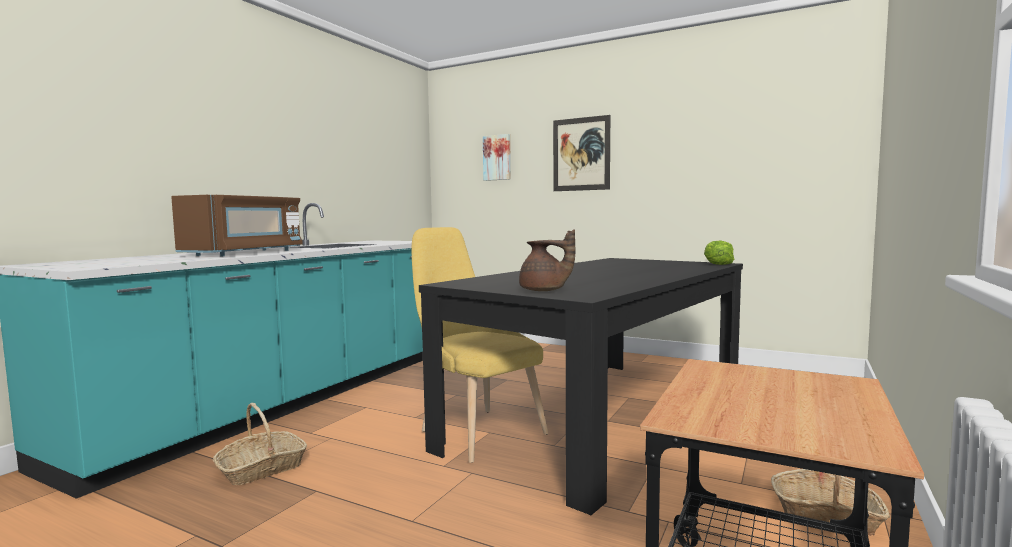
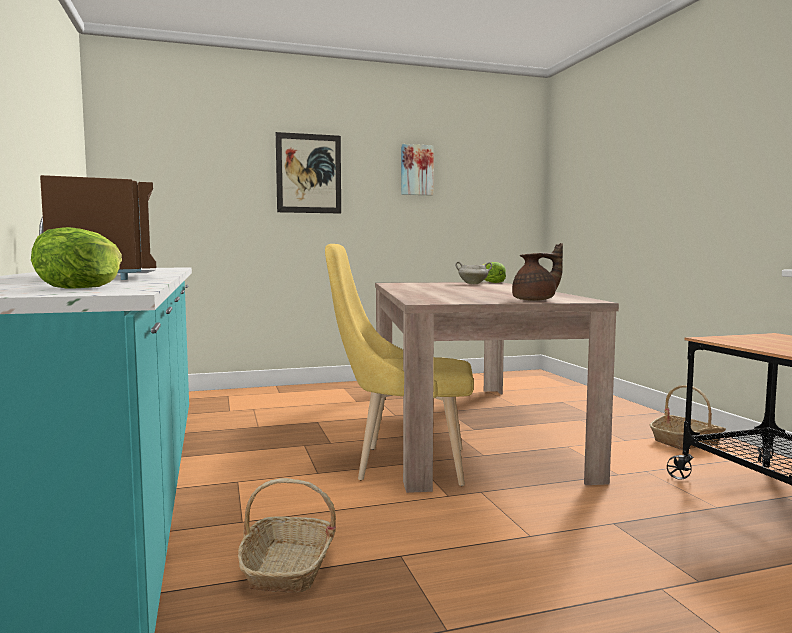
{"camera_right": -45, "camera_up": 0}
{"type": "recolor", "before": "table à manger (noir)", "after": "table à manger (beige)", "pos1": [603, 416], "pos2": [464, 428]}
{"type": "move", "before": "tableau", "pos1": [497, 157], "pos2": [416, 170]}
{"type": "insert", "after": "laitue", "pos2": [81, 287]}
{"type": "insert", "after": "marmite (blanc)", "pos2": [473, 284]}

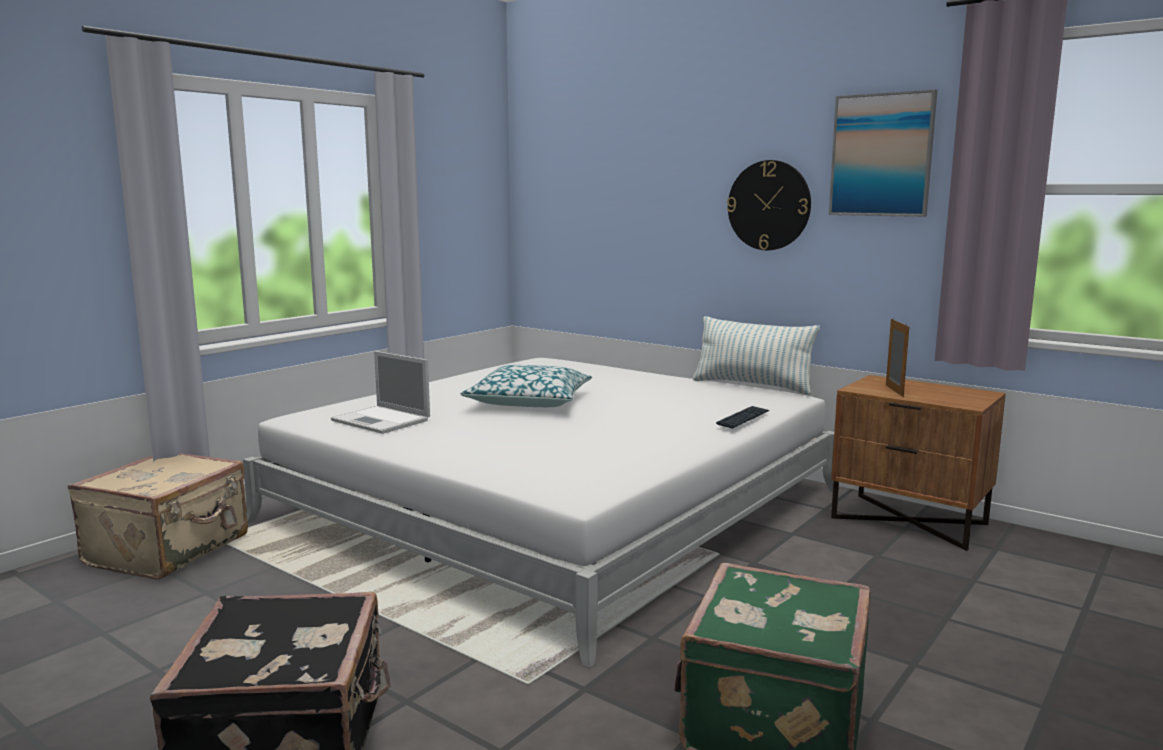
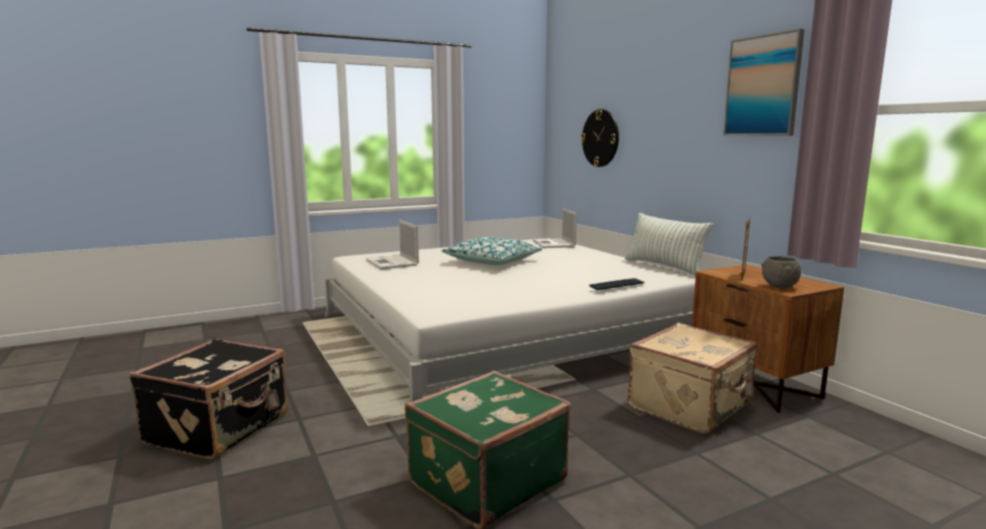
{"camera_right": 25, "camera_up": 0}
{"type": "move", "before": "valise (beige)", "pos1": [170, 550], "pos2": [691, 407]}
{"type": "move", "before": "horloge murale", "pos1": [769, 205], "pos2": [600, 138]}
{"type": "insert", "after": "ordinateur portable", "pos2": [554, 244]}
{"type": "insert", "after": "bol (gris)", "pos2": [778, 286]}

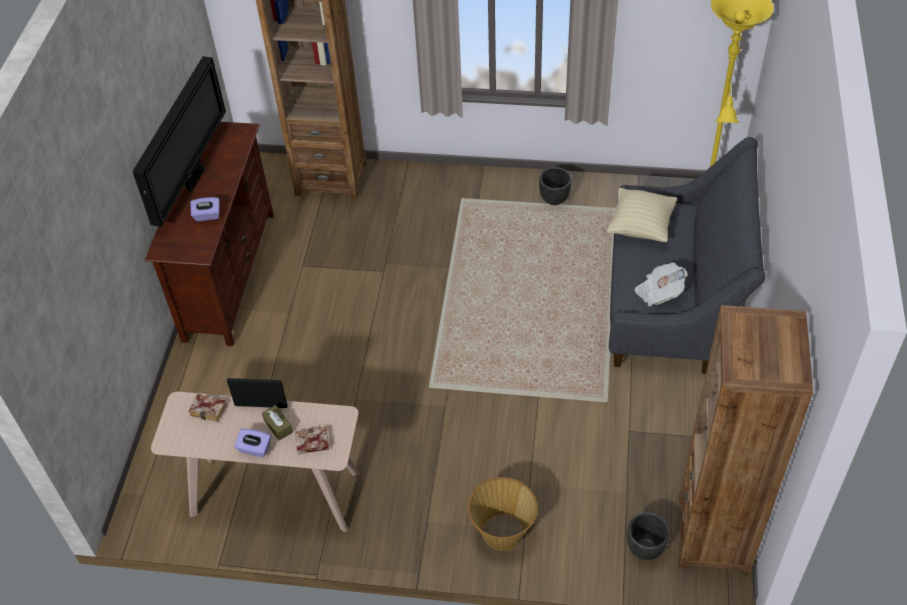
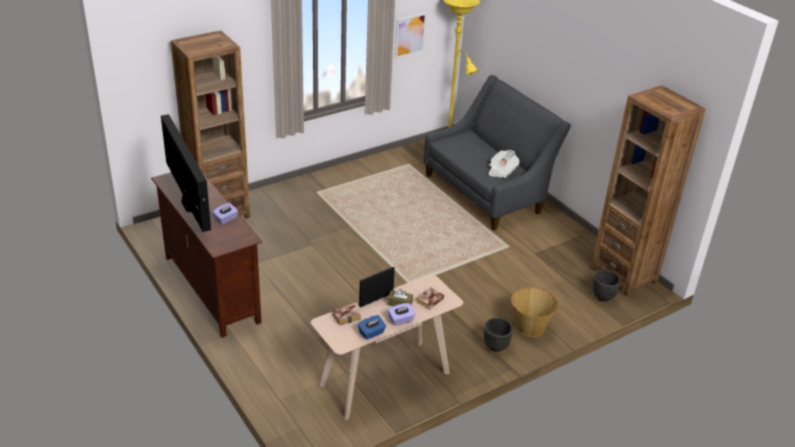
{"camera_right": -45, "camera_up": -15}
{"type": "move", "before": "cache-pot (noir)", "pos1": [554, 199], "pos2": [496, 346]}
{"type": "delete", "before": "coussin (beige)", "pos1": [640, 226]}
{"type": "insert", "after": "boîte à mouchoirs (bleu)", "pos2": [371, 333]}
{"type": "insert", "after": "tableau", "pos2": [410, 35]}

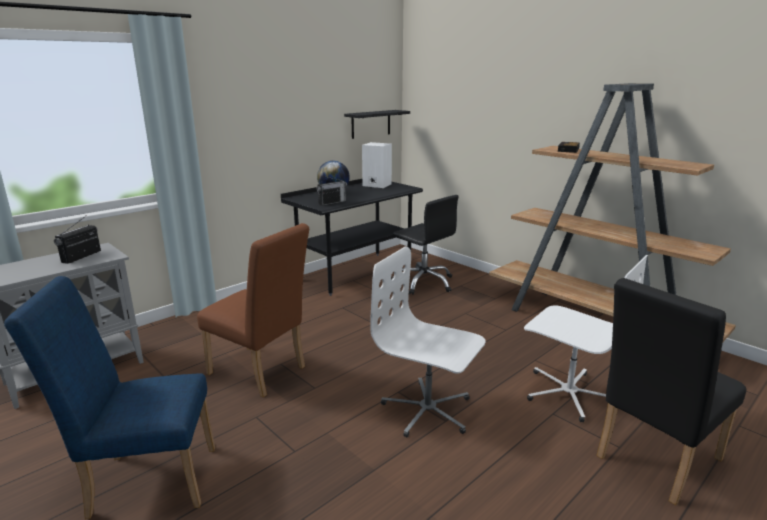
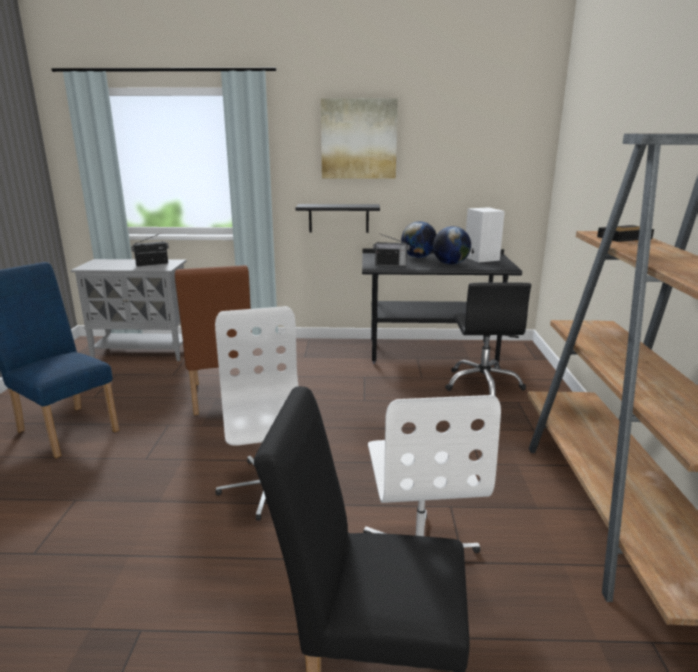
{"camera_right": 45, "camera_up": 0}
{"type": "move", "before": "étagère (noir)", "pos1": [371, 124], "pos2": [338, 218]}
{"type": "insert", "after": "tableau", "pos2": [358, 139]}
{"type": "insert", "after": "globe", "pos2": [450, 264]}

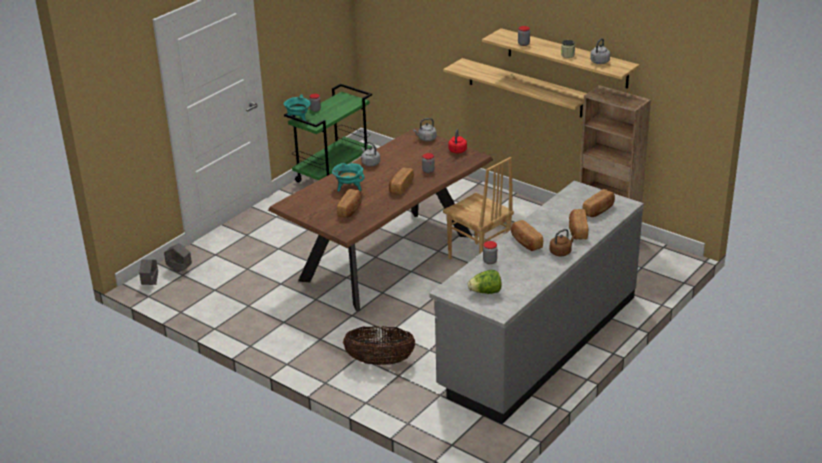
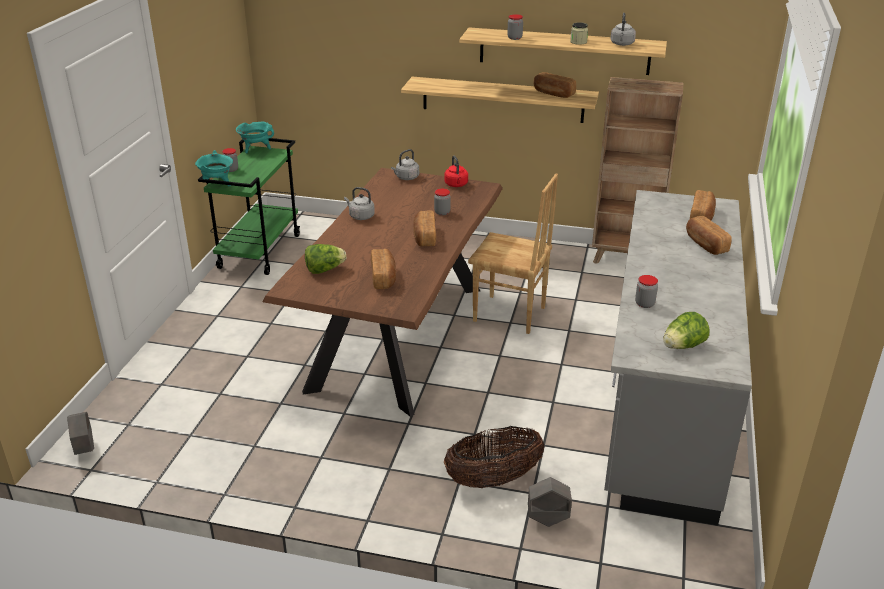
{"camera_right": -25, "camera_up": 0}
{"type": "move", "before": "cache-pot (gris)", "pos1": [179, 270], "pos2": [547, 520]}
{"type": "move", "before": "marmite (turquoise)", "pos1": [349, 188], "pos2": [256, 149]}
{"type": "move", "before": "pain", "pos1": [525, 242], "pos2": [553, 93]}
{"type": "delete", "before": "bouilloire (marron)", "pos1": [561, 252]}
{"type": "insert", "after": "laitue", "pos2": [324, 270]}

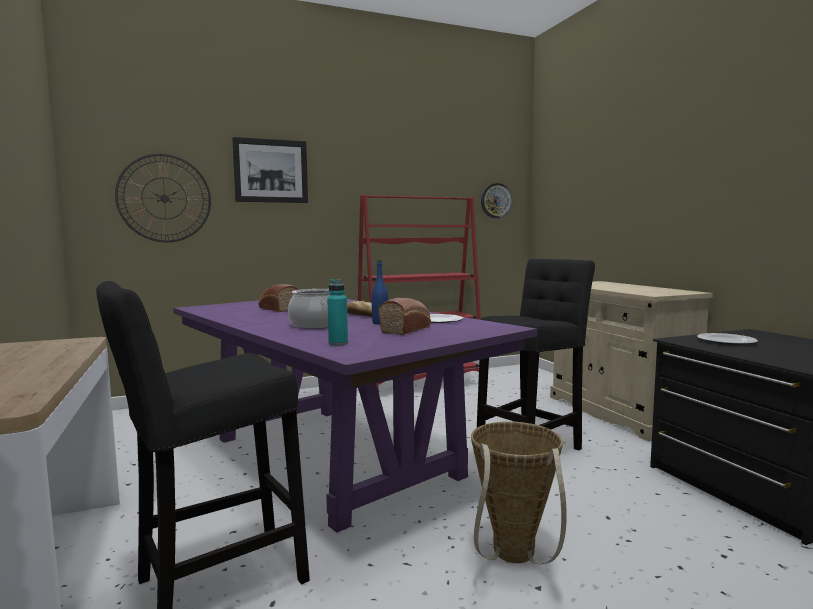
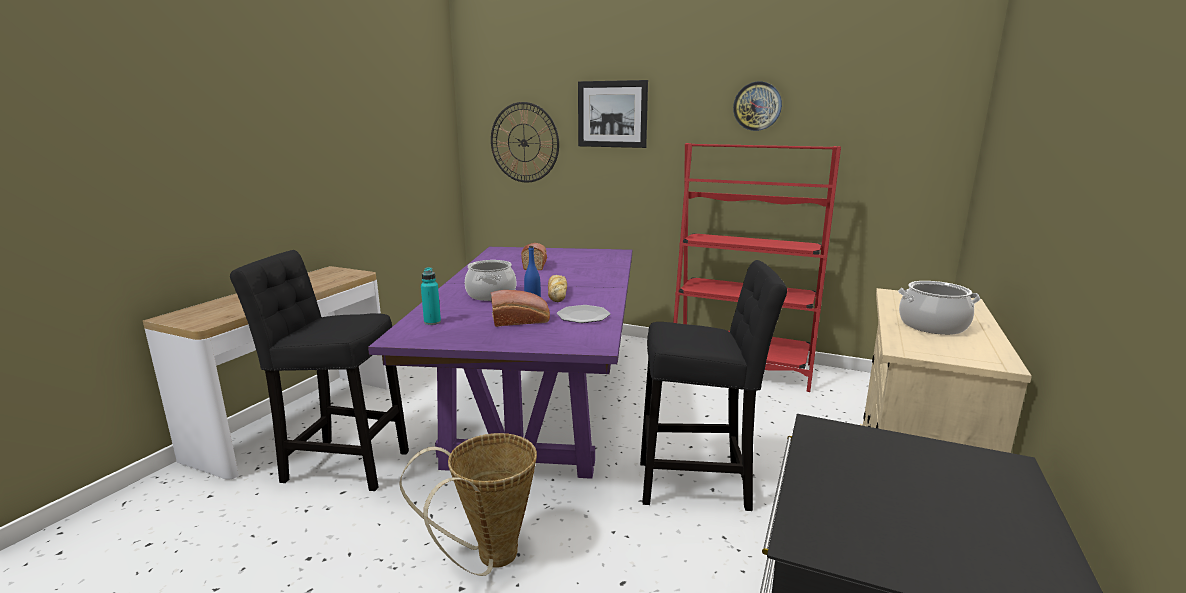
{"camera_right": 45, "camera_up": 10}
{"type": "move", "before": "horloge murale", "pos1": [496, 200], "pos2": [757, 106]}
{"type": "delete", "before": "assiette", "pos1": [725, 341]}
{"type": "insert", "after": "marmite", "pos2": [932, 325]}

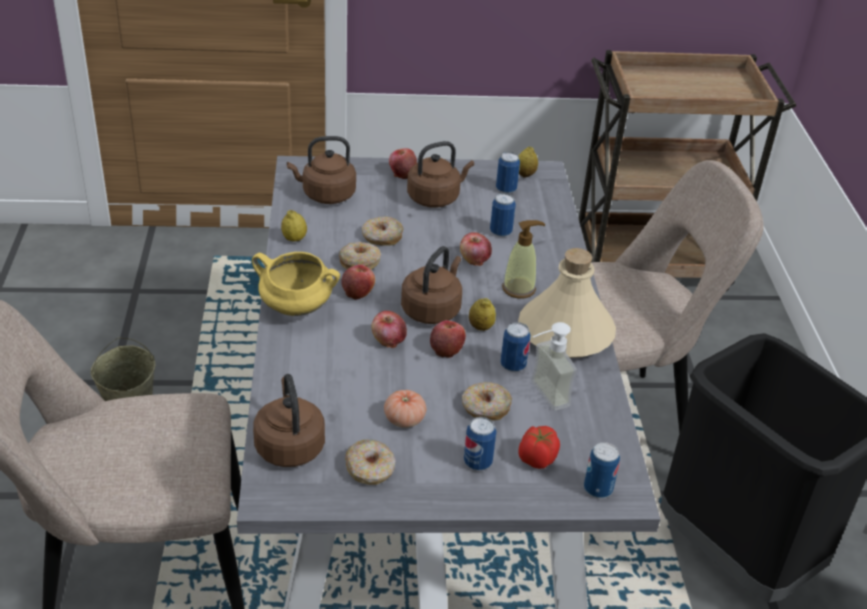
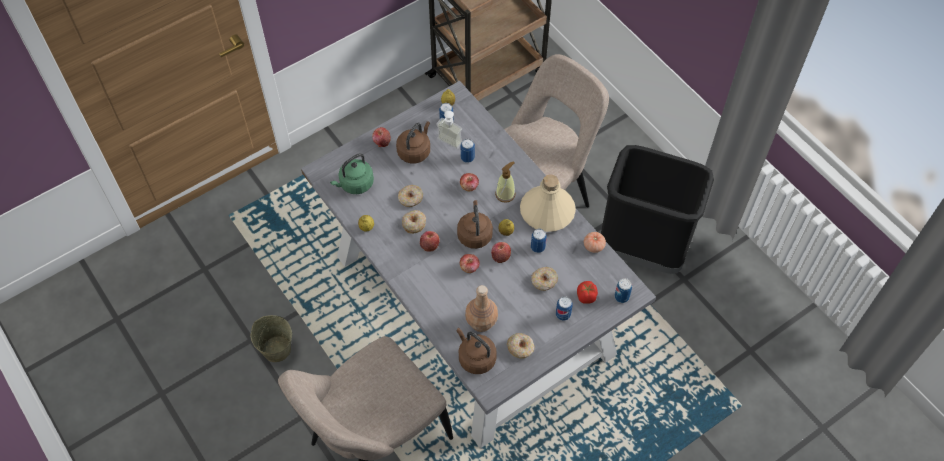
{"camera_right": -30, "camera_up": 20}
{"type": "delete", "before": "marmite (jaune)", "pos1": [295, 308]}
{"type": "recolor", "before": "bouilloire (marron)", "after": "bouilloire (vert)", "pos1": [325, 195], "pos2": [355, 184]}
{"type": "move", "before": "tomate", "pos1": [404, 419], "pos2": [593, 246]}
{"type": "move", "before": "distributeur de savon", "pos1": [541, 396], "pos2": [446, 144]}
{"type": "insert", "after": "bouteille (marron)", "pos2": [481, 321]}

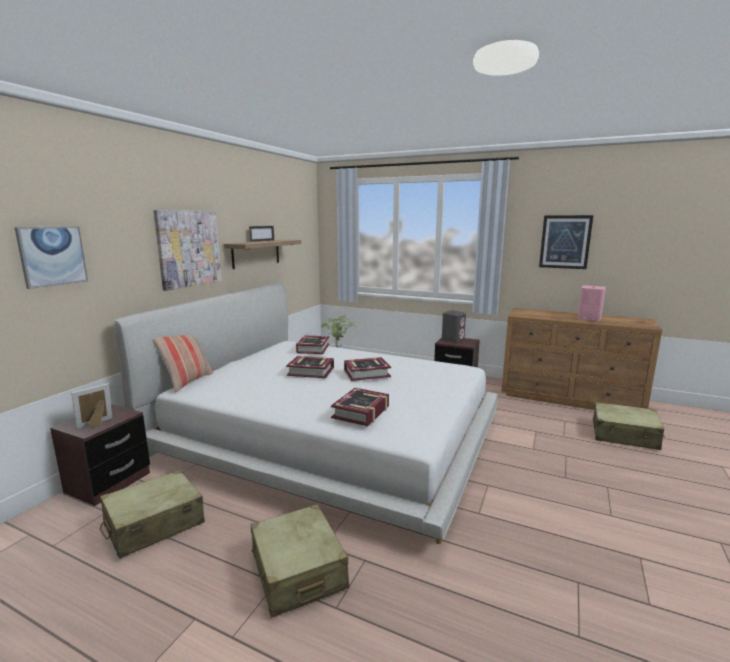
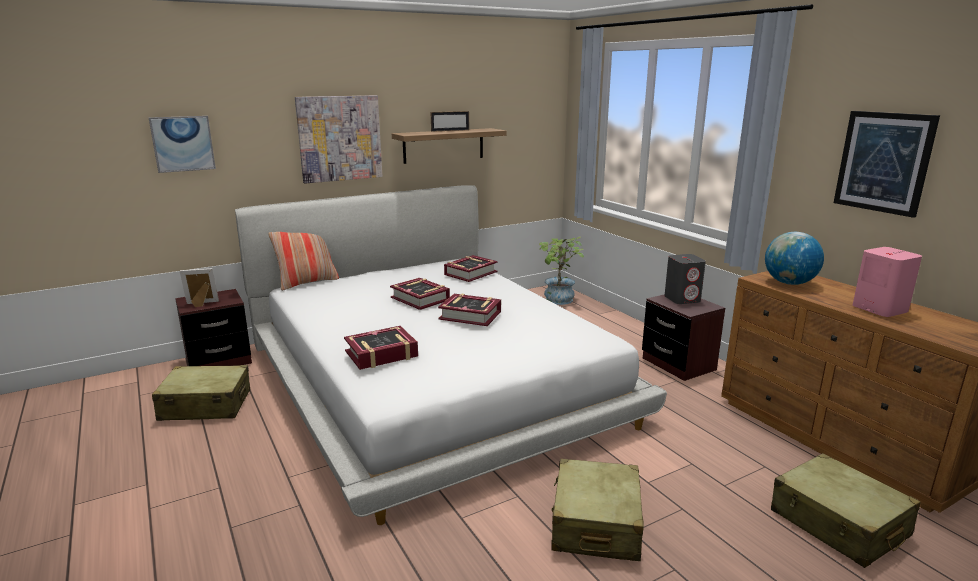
{"camera_right": 35, "camera_up": 5}
{"type": "move", "before": "valise (beige)", "pos1": [298, 571], "pos2": [595, 524]}
{"type": "insert", "after": "globe", "pos2": [789, 283]}

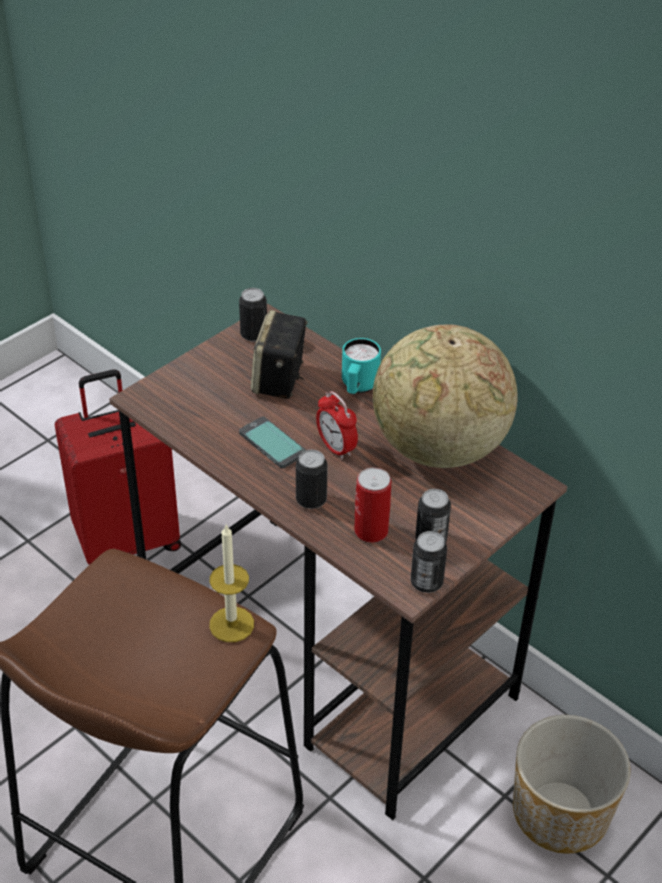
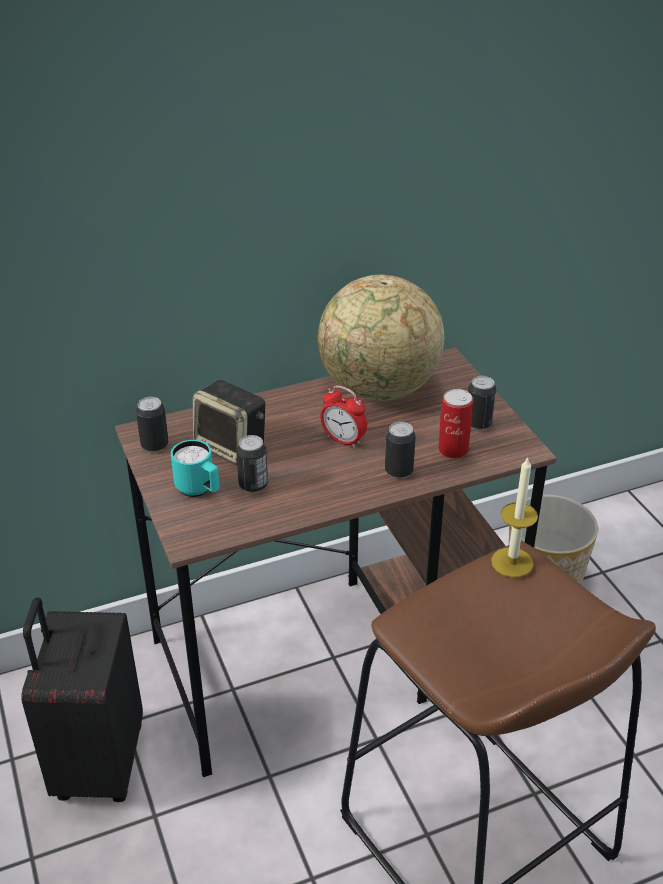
{"camera_right": -65, "camera_up": -5}
{"type": "recolor", "before": "valise (rouge)", "after": "valise (noir)", "pos1": [127, 539], "pos2": [97, 763]}
{"type": "delete", "before": "téléphone", "pos1": [272, 444]}
{"type": "rotate", "before": "réveil", "pos1": [336, 448], "pos2": [343, 440], "turn": 45}
{"type": "move", "before": "mug (turquoise)", "pos1": [358, 388], "pos2": [199, 490]}
{"type": "move", "before": "boîte métallique", "pos1": [426, 582], "pos2": [253, 485]}

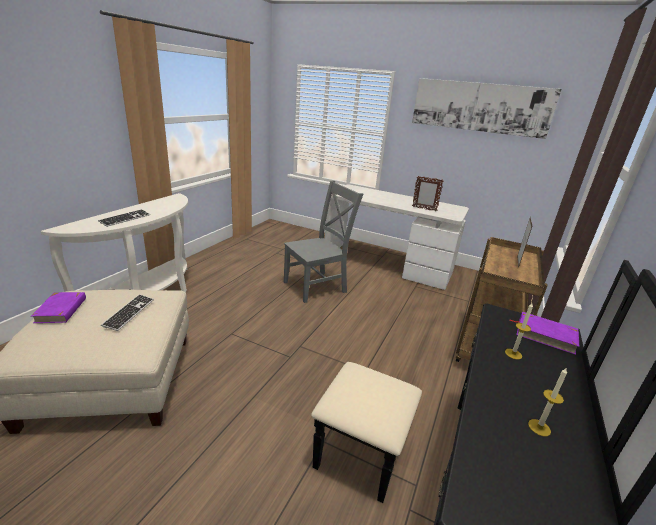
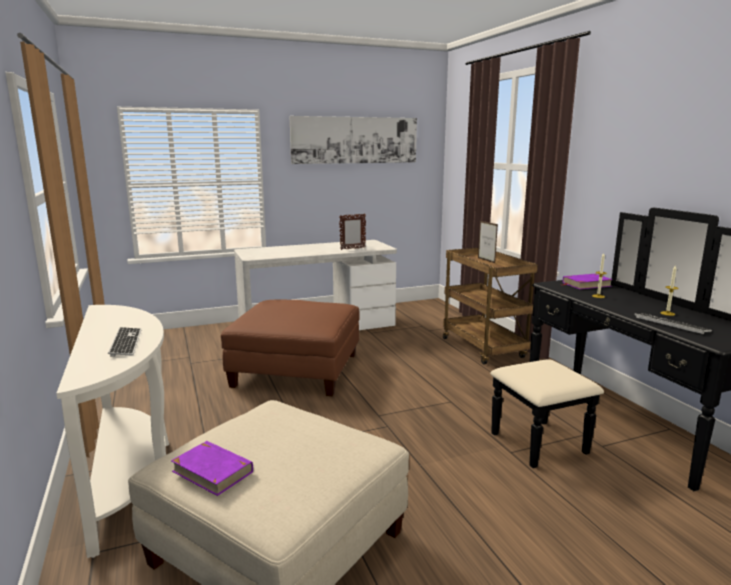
{"camera_right": -45, "camera_up": -10}
{"type": "move", "before": "clavier", "pos1": [129, 313], "pos2": [671, 324]}
{"type": "replace", "before": "chaise (gris)", "after": "pouf (marron)", "pos1": [317, 286], "pos2": [297, 370]}

